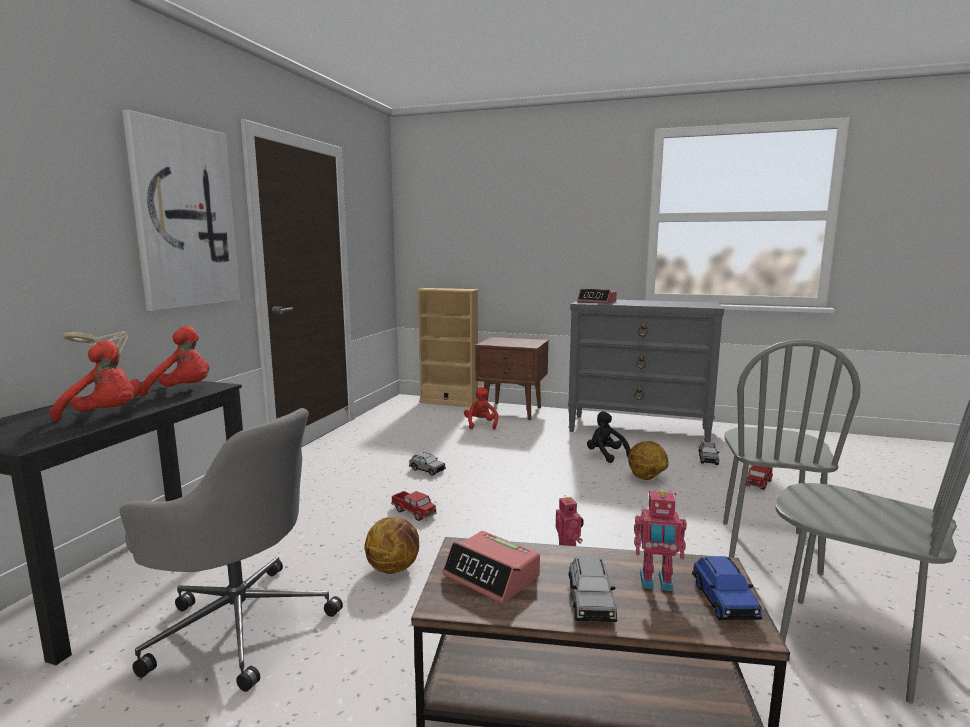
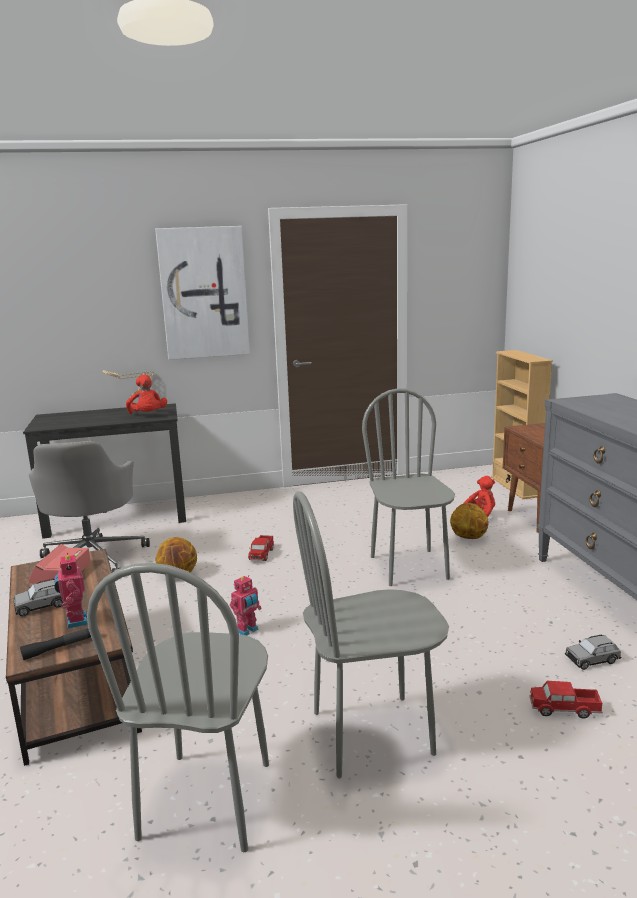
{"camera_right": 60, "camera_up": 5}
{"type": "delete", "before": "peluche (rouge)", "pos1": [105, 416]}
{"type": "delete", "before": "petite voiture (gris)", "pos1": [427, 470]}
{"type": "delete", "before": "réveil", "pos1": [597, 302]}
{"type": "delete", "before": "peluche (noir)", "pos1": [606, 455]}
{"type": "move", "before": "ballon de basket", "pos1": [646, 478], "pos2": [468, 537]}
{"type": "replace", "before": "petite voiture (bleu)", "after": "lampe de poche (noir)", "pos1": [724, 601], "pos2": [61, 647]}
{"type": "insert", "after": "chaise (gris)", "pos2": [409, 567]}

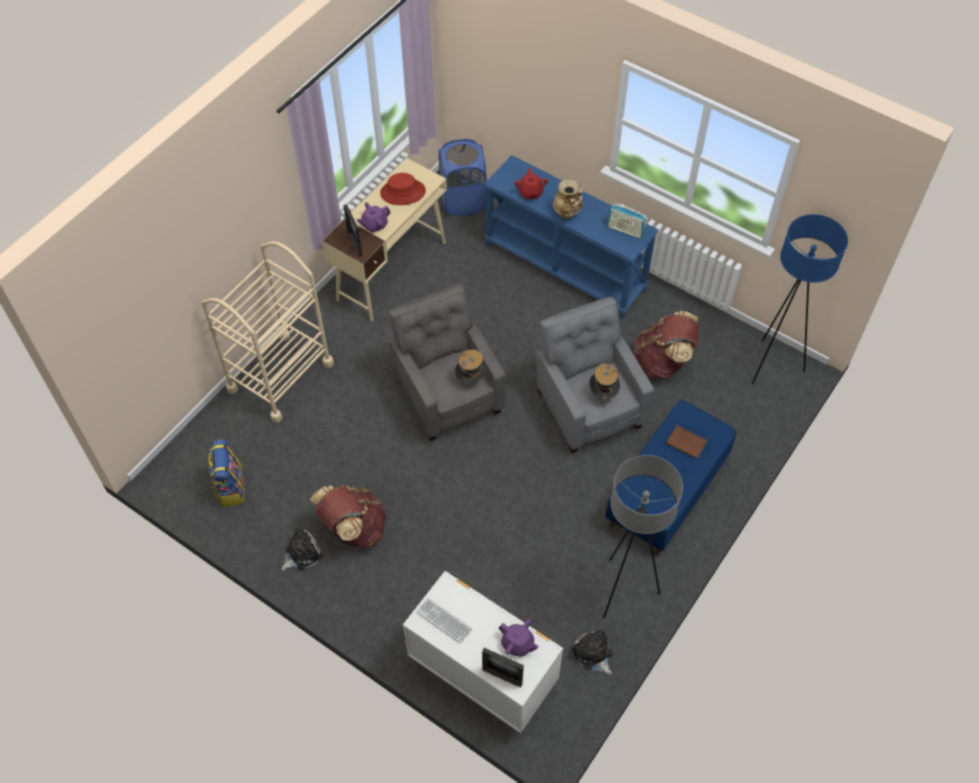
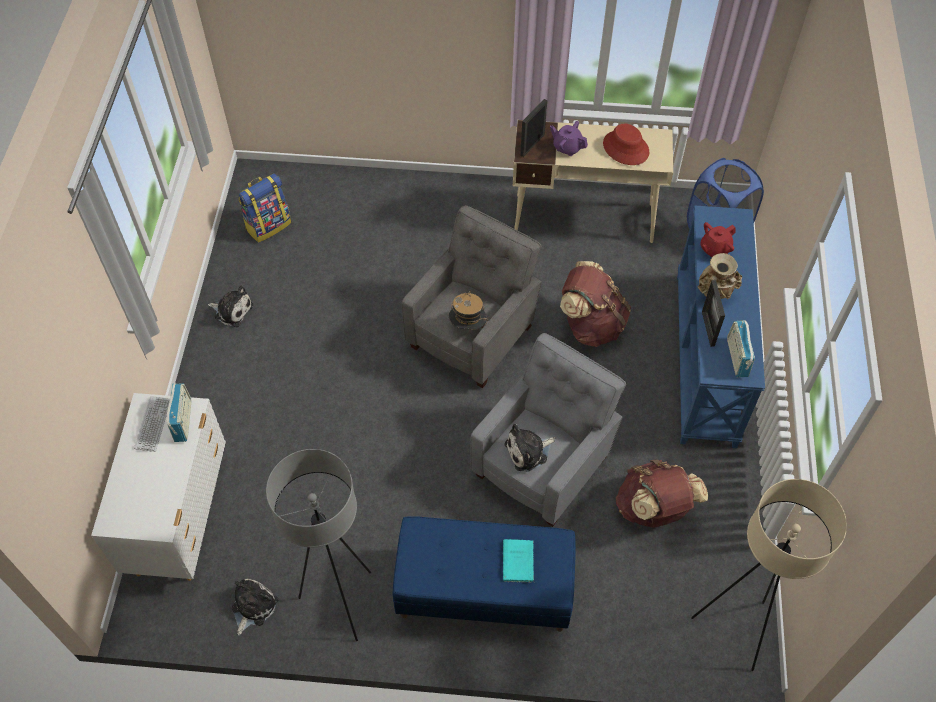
{"camera_right": 60, "camera_up": 0}
{"type": "delete", "before": "chariot (beige)", "pos1": [280, 376]}
{"type": "move", "before": "sac à dos (marron)", "pos1": [353, 529], "pos2": [591, 324]}
{"type": "move", "before": "cadre photo", "pos1": [502, 677], "pos2": [708, 328]}
{"type": "delete", "before": "théière (violet)", "pos1": [517, 644]}
{"type": "replace", "before": "chapeau", "after": "peluche", "pos1": [603, 394], "pos2": [528, 451]}
{"type": "recolor", "before": "livre (marron)", "after": "livre (turquoise)", "pos1": [687, 443], "pos2": [518, 563]}
{"type": "recolor", "before": "lampadaire (bleu)", "after": "lampadaire (beige)", "pos1": [772, 365], "pos2": [734, 629]}
{"type": "insert", "after": "radio", "pos2": [183, 420]}

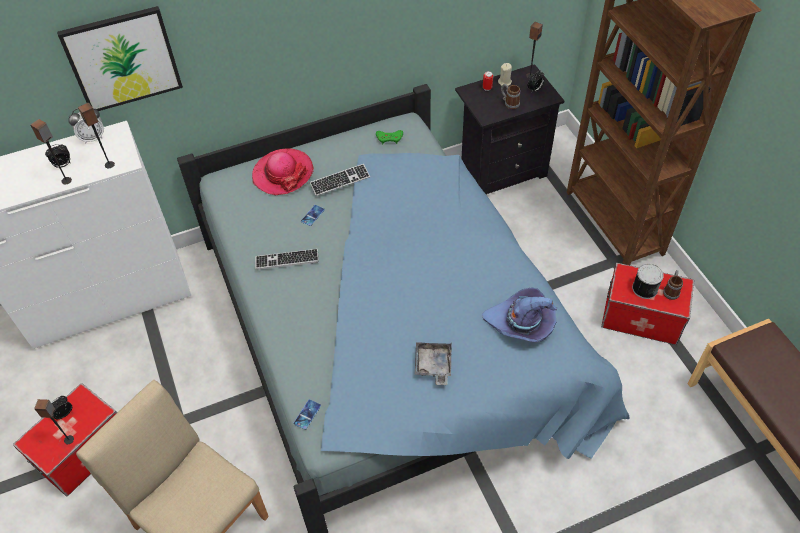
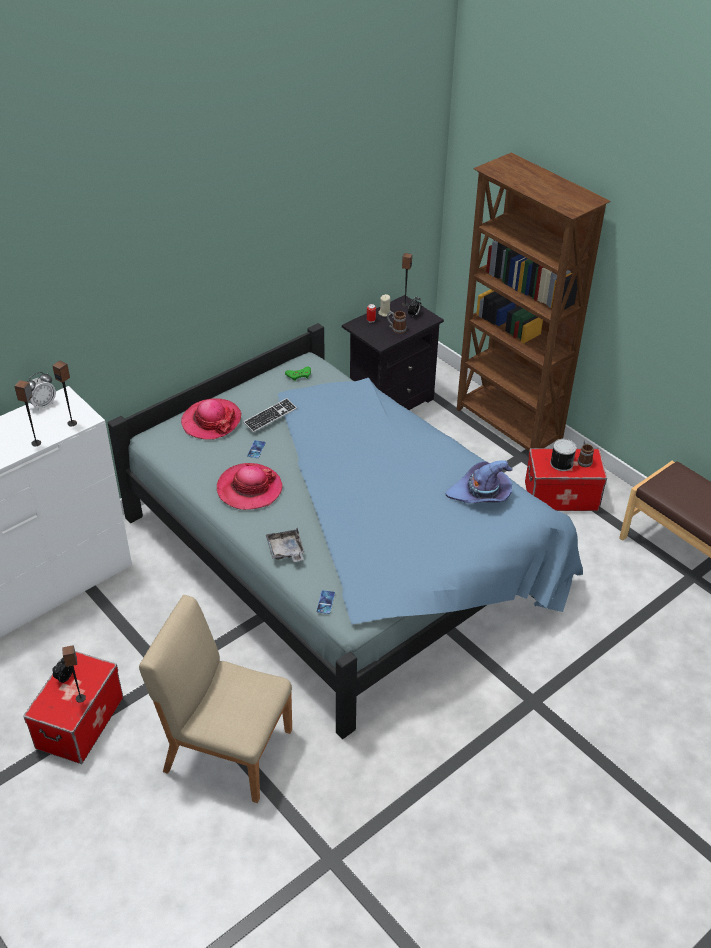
{"camera_right": -20, "camera_up": -10}
{"type": "delete", "before": "réveil", "pos1": [63, 165]}
{"type": "delete", "before": "tableau", "pos1": [122, 59]}
{"type": "replace", "before": "clavier", "after": "chapeau", "pos1": [287, 260], "pos2": [249, 489]}
{"type": "move", "before": "plateau (gris)", "pos1": [433, 366], "pos2": [286, 551]}

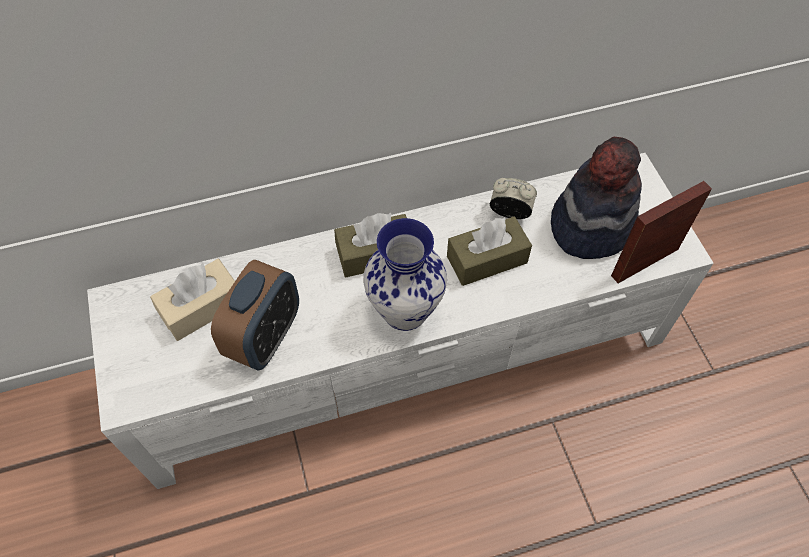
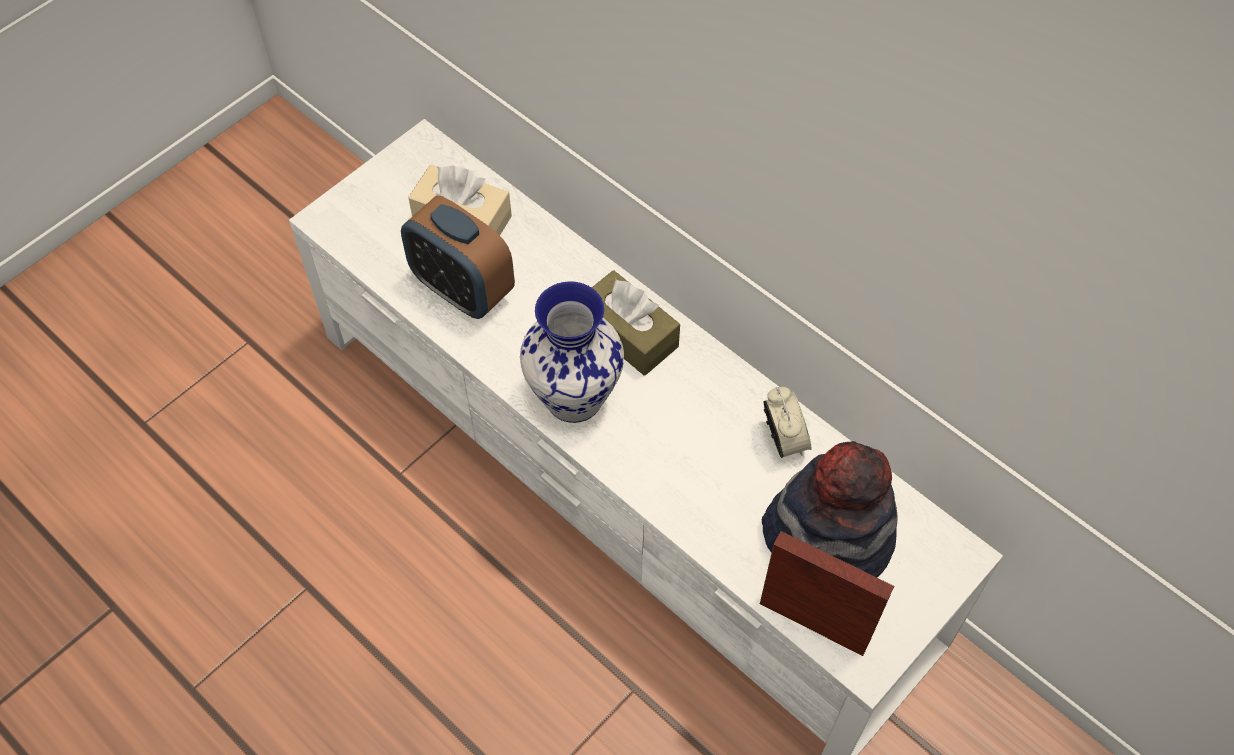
{"camera_right": 60, "camera_up": 0}
{"type": "rotate", "before": "réveil", "pos1": [265, 337], "pos2": [462, 290], "turn": 45}
{"type": "delete", "before": "boîte à mouchoirs (marron)", "pos1": [487, 259]}

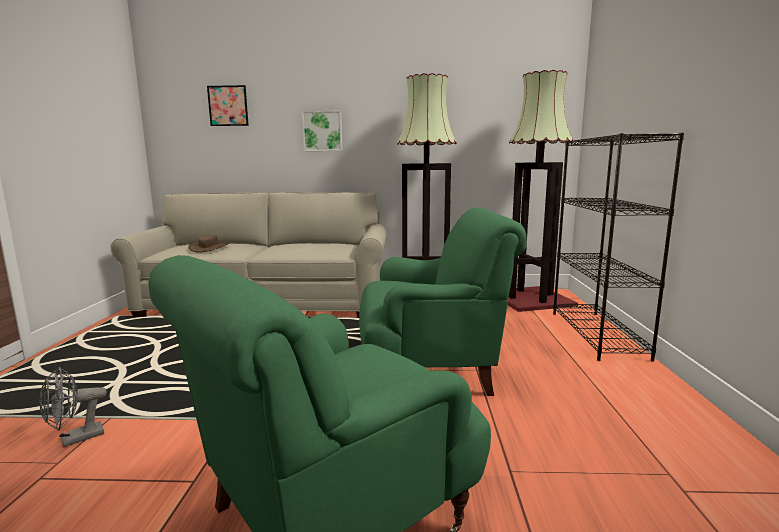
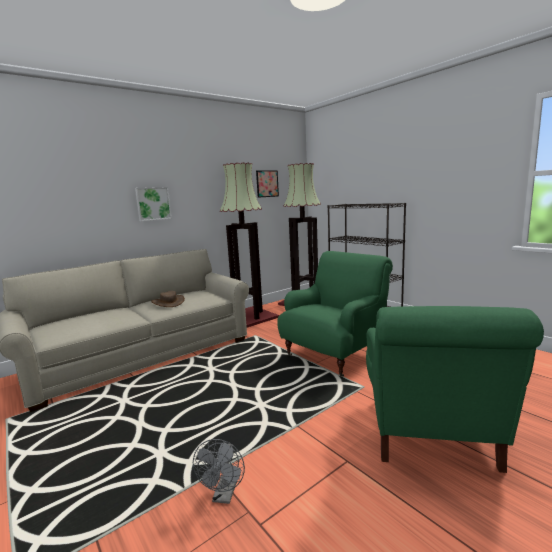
{"camera_right": -40, "camera_up": 0}
{"type": "move", "before": "chapeau (marron)", "pos1": [210, 248], "pos2": [168, 302]}
{"type": "move", "before": "tableau", "pos1": [228, 106], "pos2": [267, 183]}

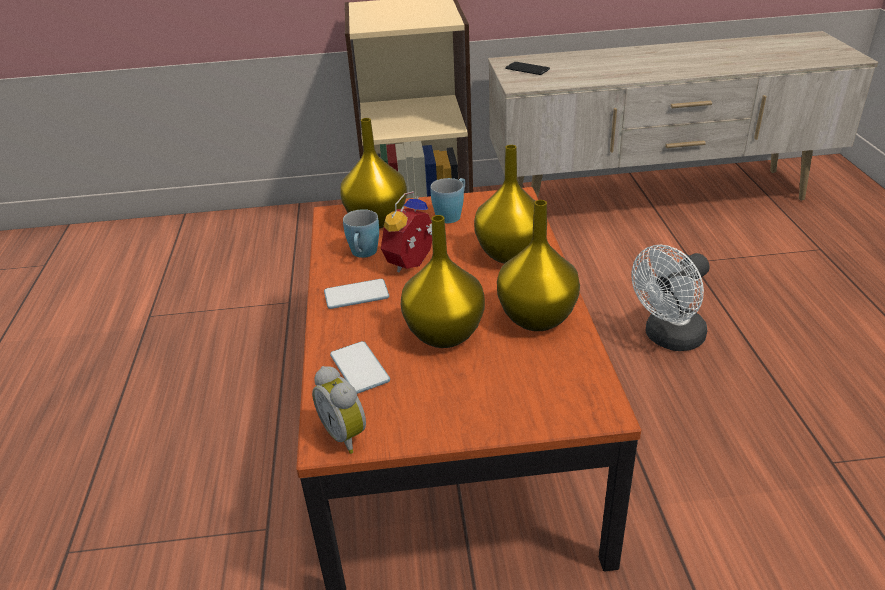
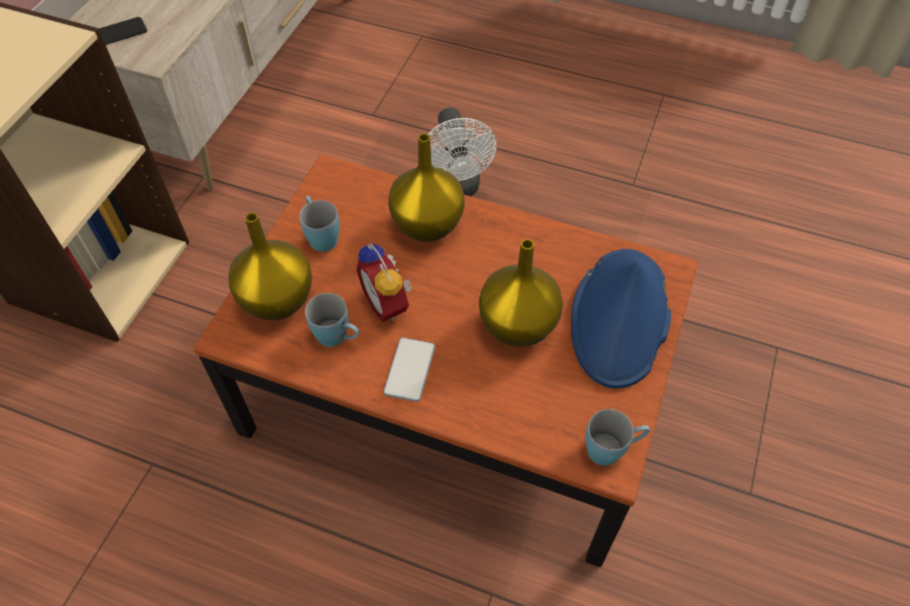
{"camera_right": -65, "camera_up": 20}
{"type": "replace", "before": "réveil", "after": "mug (bleu)", "pos1": [347, 434], "pos2": [612, 449]}
{"type": "delete", "before": "téléphone", "pos1": [359, 368]}
{"type": "delete", "before": "vase (jaune)", "pos1": [538, 318]}
{"type": "insert", "after": "chapeau (bleu)", "pos2": [620, 318]}

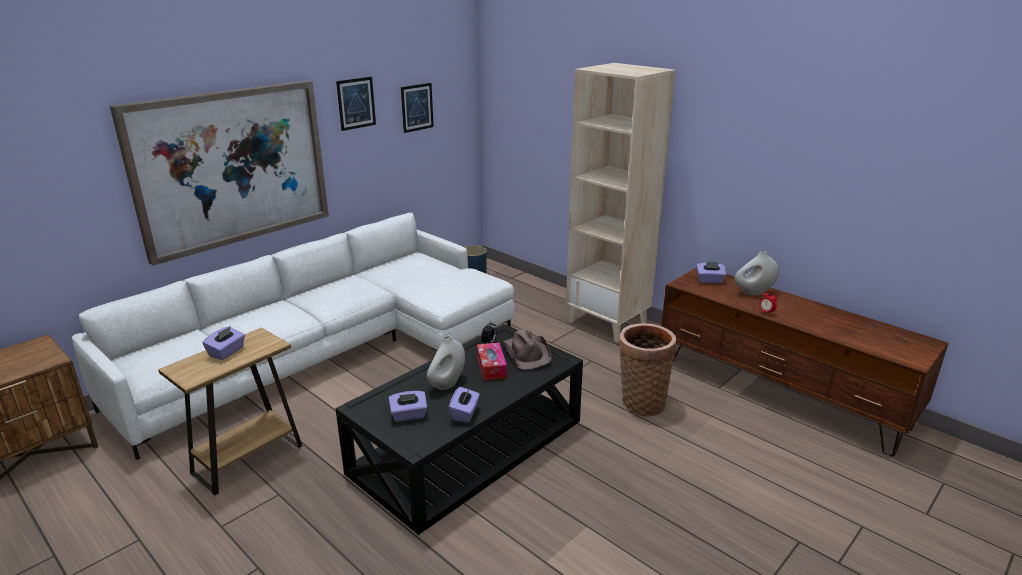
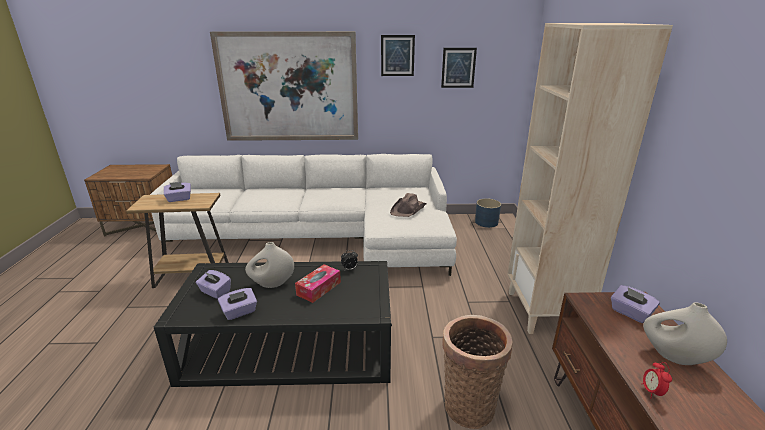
{"camera_right": 45, "camera_up": 0}
{"type": "move", "before": "chapeau (marron)", "pos1": [527, 353], "pos2": [408, 209]}

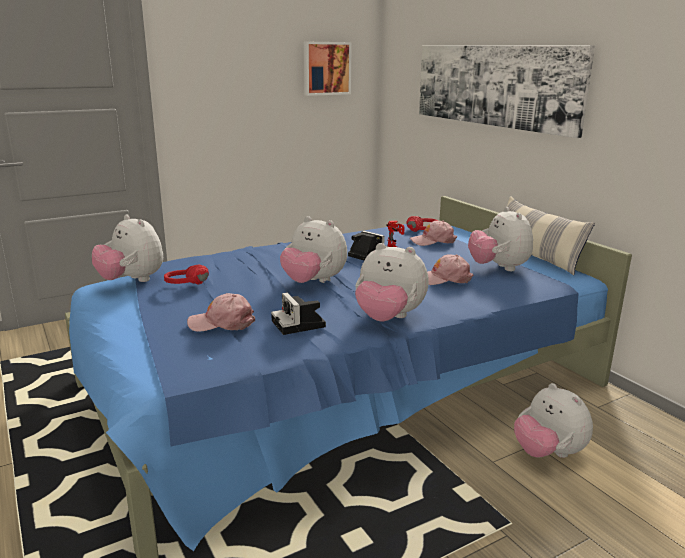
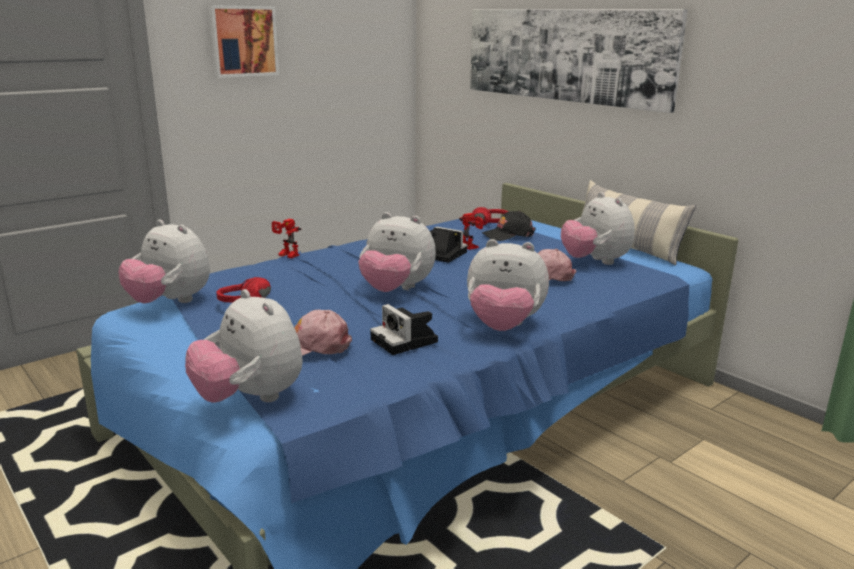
{"camera_right": -10, "camera_up": 0}
{"type": "move", "before": "tableau", "pos1": [326, 68], "pos2": [243, 41]}
{"type": "recolor", "before": "casquette (rose)", "after": "casquette (noir)", "pos1": [433, 241], "pos2": [508, 235]}
{"type": "move", "before": "peluche", "pos1": [548, 453], "pos2": [249, 398]}
{"type": "insert", "after": "robot jouet", "pos2": [286, 255]}

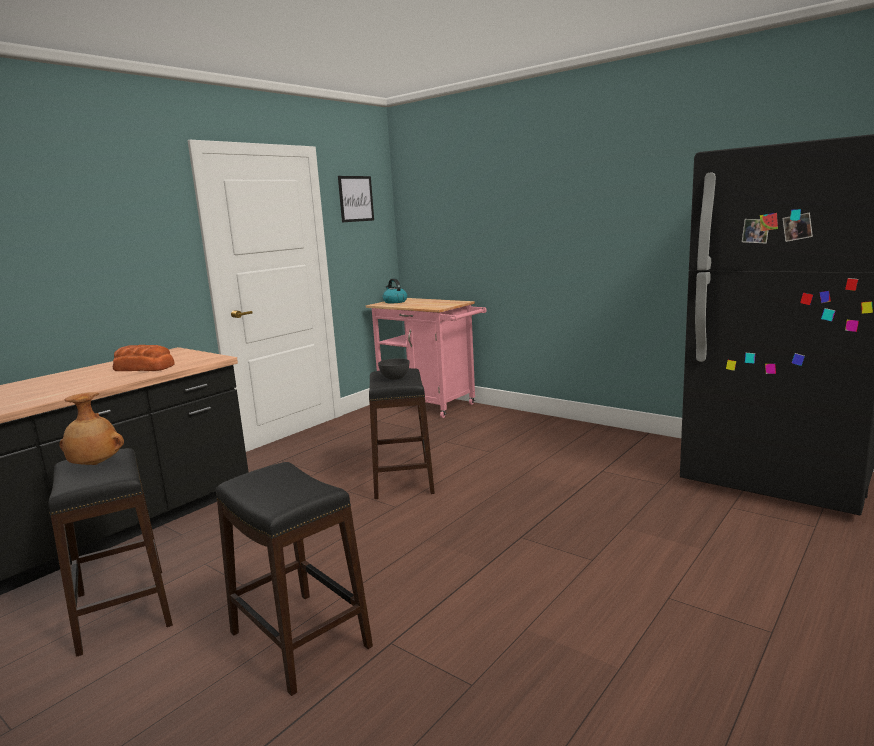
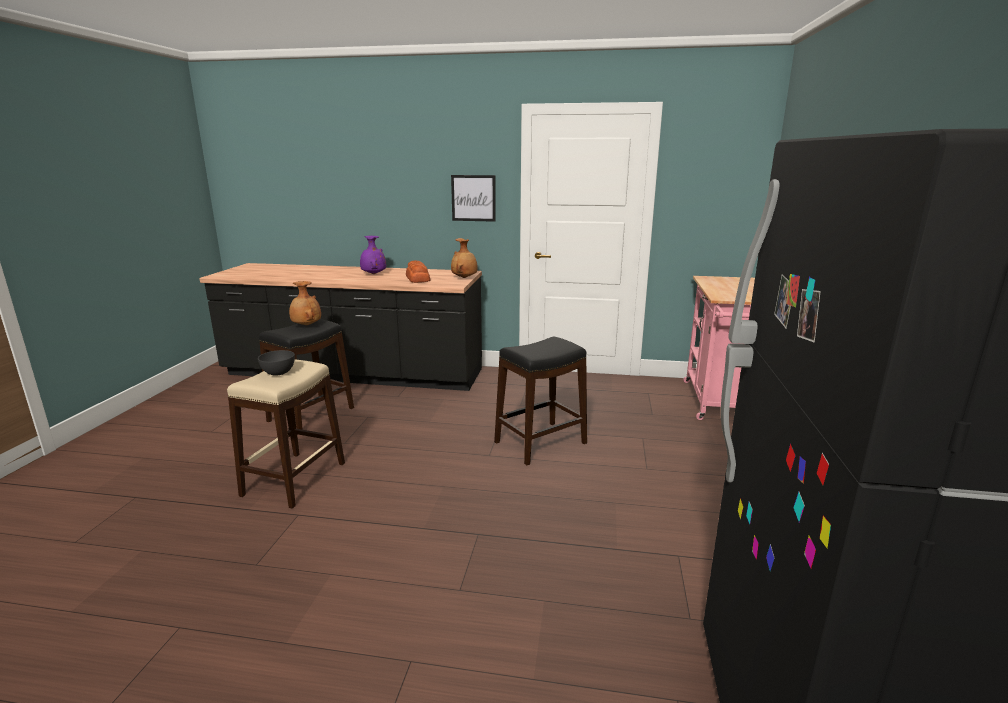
{"camera_right": 60, "camera_up": 5}
{"type": "recolor", "before": "tabouret (noir)", "after": "tabouret (beige)", "pos1": [299, 640], "pos2": [293, 479]}
{"type": "move", "before": "tableau", "pos1": [356, 199], "pos2": [473, 198]}
{"type": "move", "before": "bol (gris)", "pos1": [395, 378], "pos2": [278, 373]}
{"type": "delete", "before": "bouilloire", "pos1": [394, 302]}
{"type": "insert", "after": "vase (violet)", "pos2": [373, 274]}
{"type": "insert", "after": "vase (marron)", "pos2": [465, 277]}

